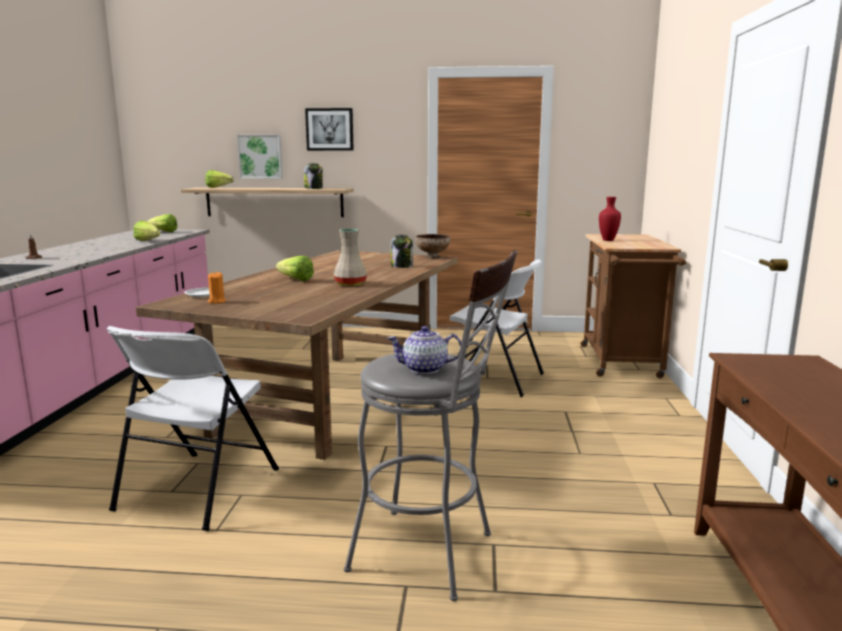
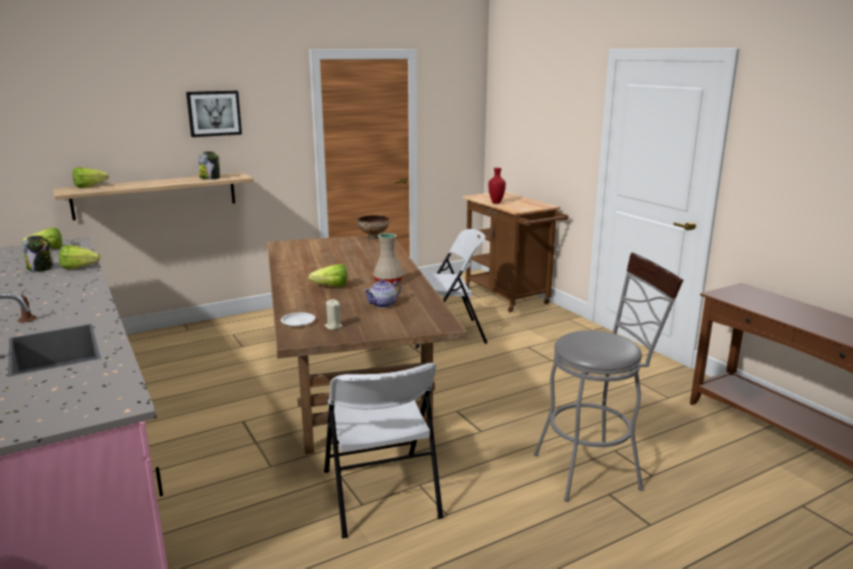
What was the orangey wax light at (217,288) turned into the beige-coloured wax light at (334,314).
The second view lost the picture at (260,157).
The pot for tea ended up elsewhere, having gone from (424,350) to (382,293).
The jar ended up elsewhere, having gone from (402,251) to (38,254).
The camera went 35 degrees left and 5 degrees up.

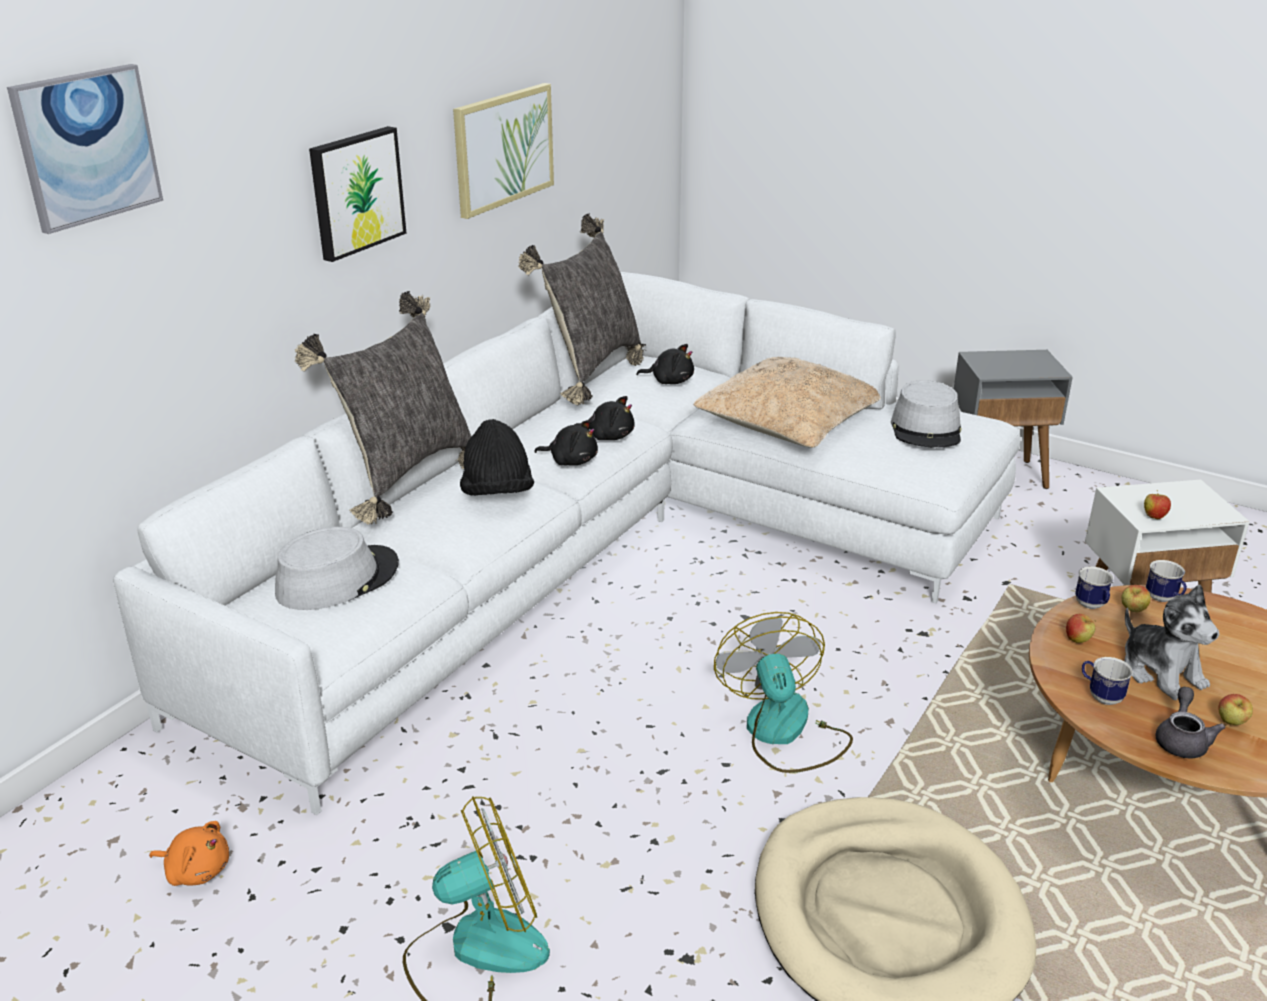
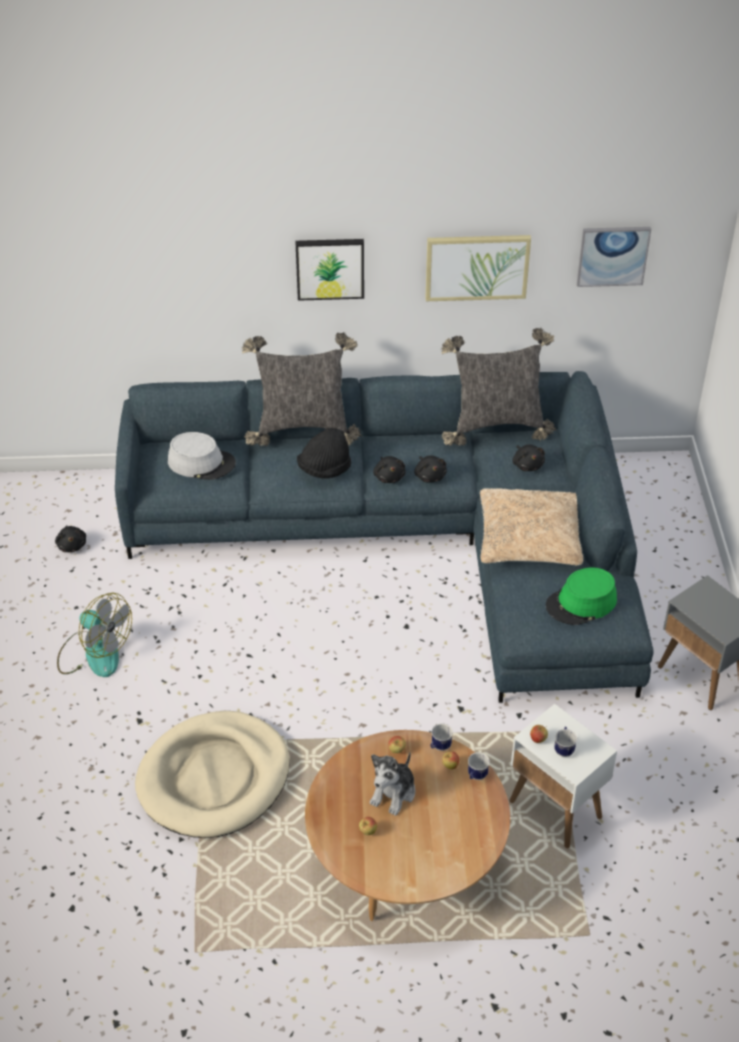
The picture ended up elsewhere, having gone from (85,149) to (614,257).
What was the whitish settee at (566,543) turned into the blue settee at (384,537).
What was the orangey cuddly toy at (189,853) turned into the black cuddly toy at (70,538).
The second view lost the cooling fan at (783,692).
What was the gray wearable hat at (926,414) turned into the green-coloured wearable hat at (581,596).
The coffee mug ended up elsewhere, having gone from (1107,681) to (565,741).
The second view lost the gray pot for tea at (1190,722).
The camera went 55 degrees right and 15 degrees up.

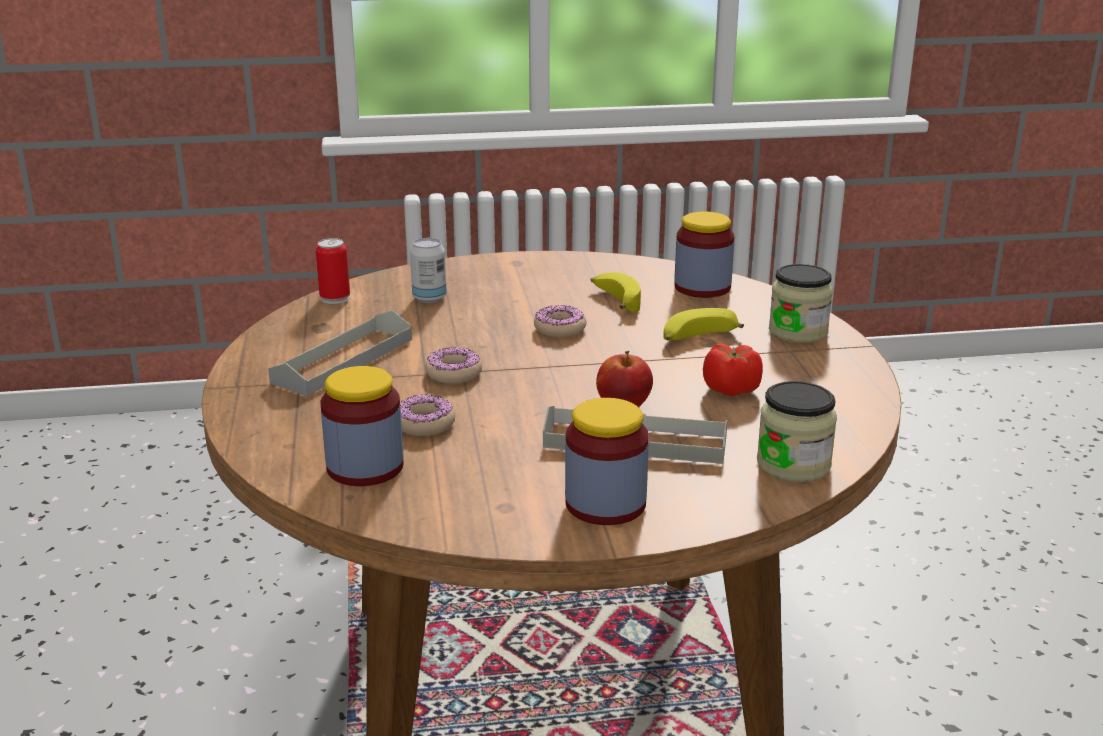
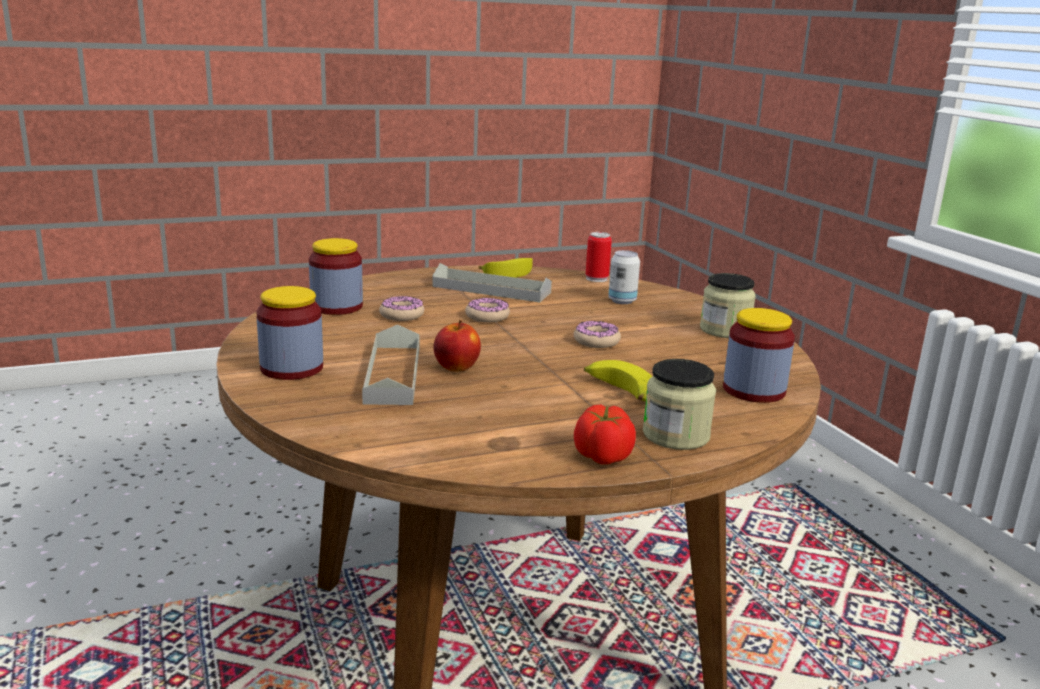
The whole banana ended up elsewhere, having gone from (616,292) to (505,268).
The fresh tomato ended up elsewhere, having gone from (733,370) to (605,435).
The jar ended up elsewhere, having gone from (797,431) to (728,305).
The camera went 75 degrees right and 5 degrees down.

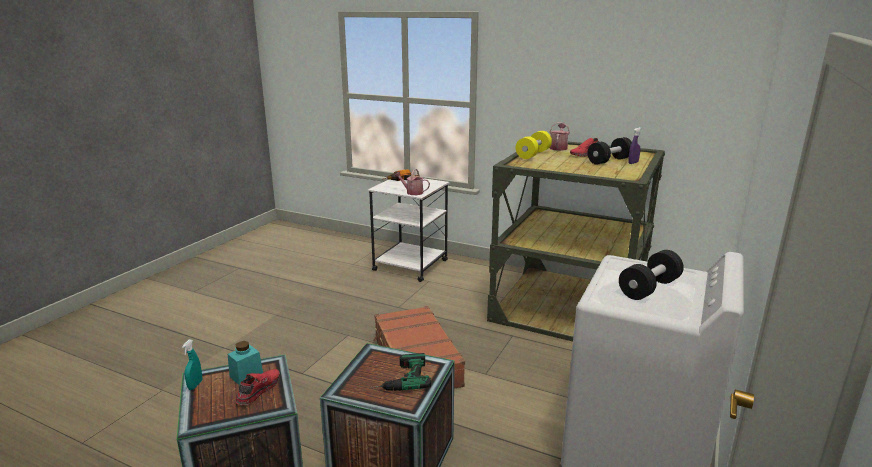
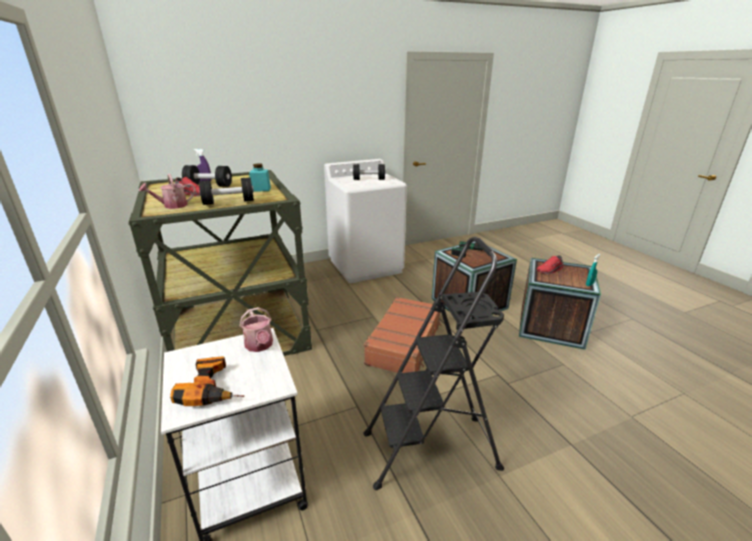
The turquoise-coloured jar ended up elsewhere, having gone from (245,363) to (260,177).
What was the yellow-coloured dumbbell at (534,145) turned into the black dumbbell at (226,191).
The second view gained the stepladder at (434,363).
The camera went 140 degrees left and 5 degrees up.

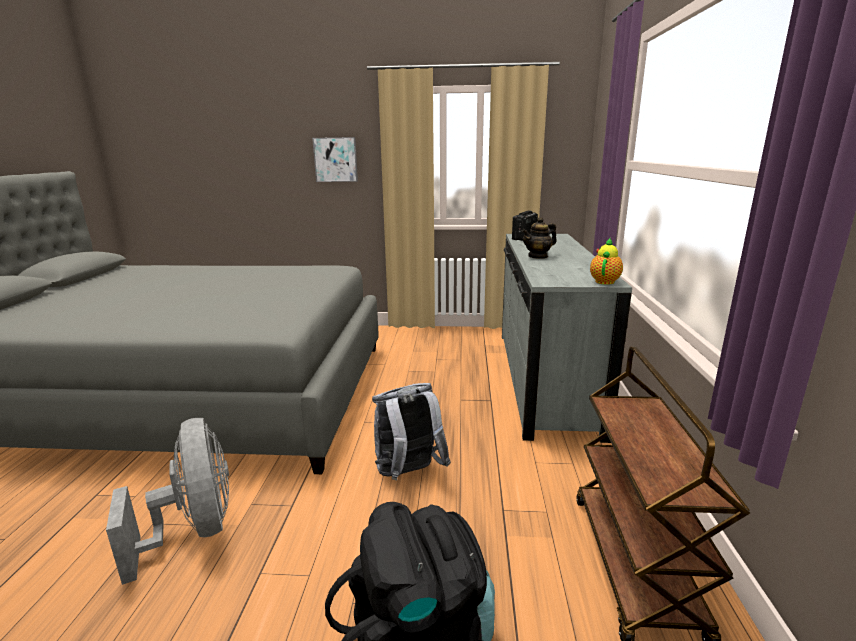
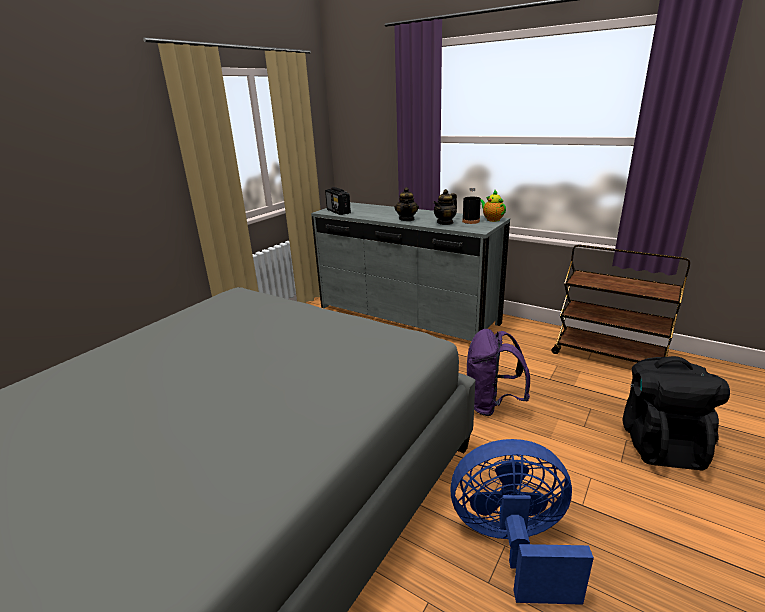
What was the gray cooling fan at (167,501) turned into the blue cooling fan at (522,522).
The second view lost the picture at (335,159).
What was the gray rucksack at (411,431) turned into the purplish rucksack at (498,372).
The second view gained the pot for tea at (445,207).
The second view gained the black bottle at (471,205).
The camera went 60 degrees left and 5 degrees up.

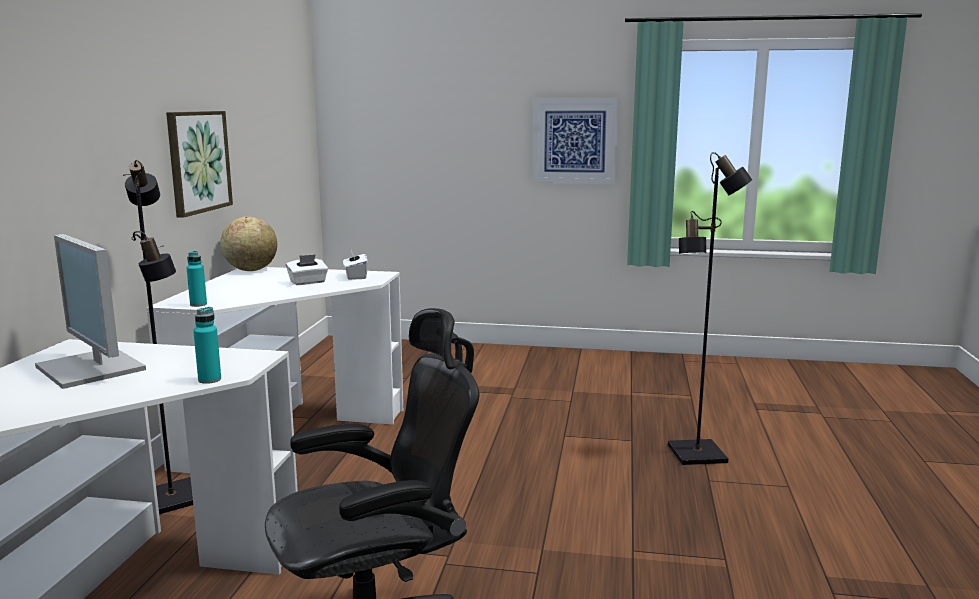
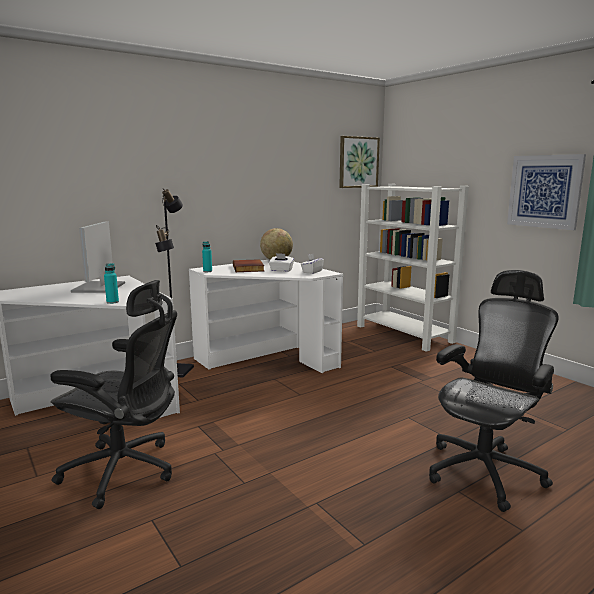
The picture ended up elsewhere, having gone from (199,164) to (359,162).
Where the black standard lamp stood at (710,308), the office chair came to stand at (494,391).
The second view gained the bound book at (248,265).
The second view gained the whitish shelving unit at (413,268).
The camera went 45 degrees right and 0 degrees up.

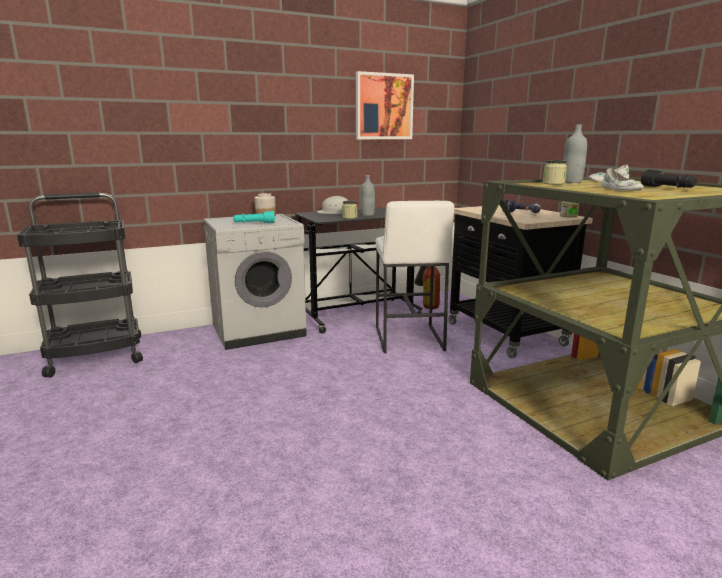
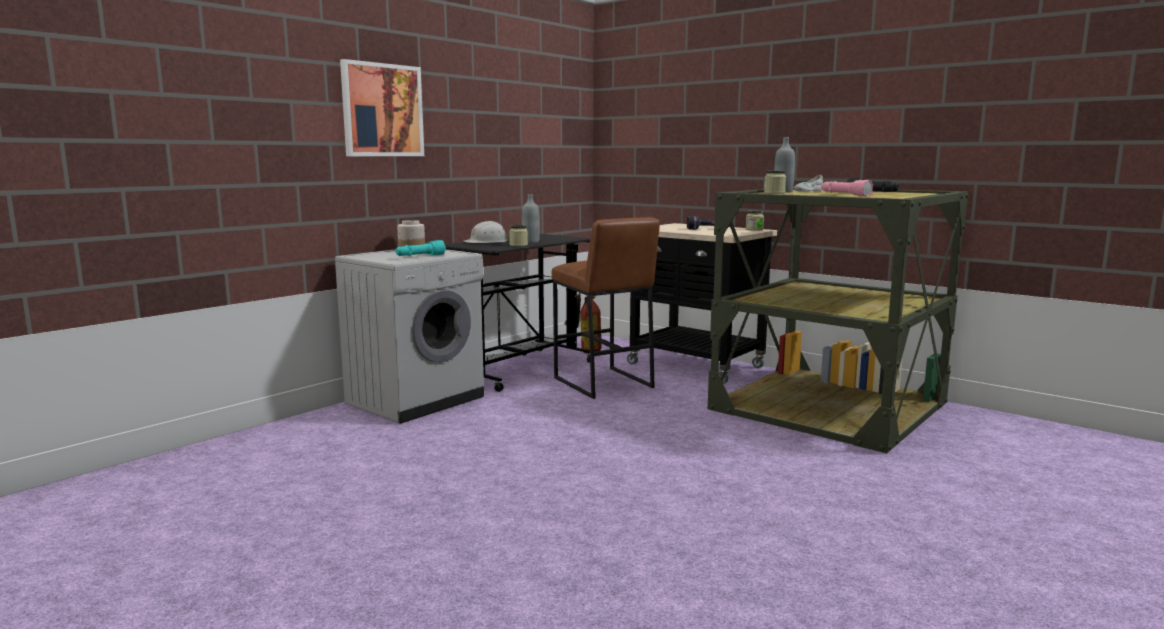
The second view lost the black trolley at (80,284).
The picture ended up elsewhere, having gone from (385,105) to (382,107).
What was the whitish sitting stool at (415,277) turned into the brown-coloured sitting stool at (606,308).
Where the whitish item of footwear stood at (622,180), the pinkish flashlight came to stand at (847,188).
The camera went 25 degrees left and 5 degrees down.

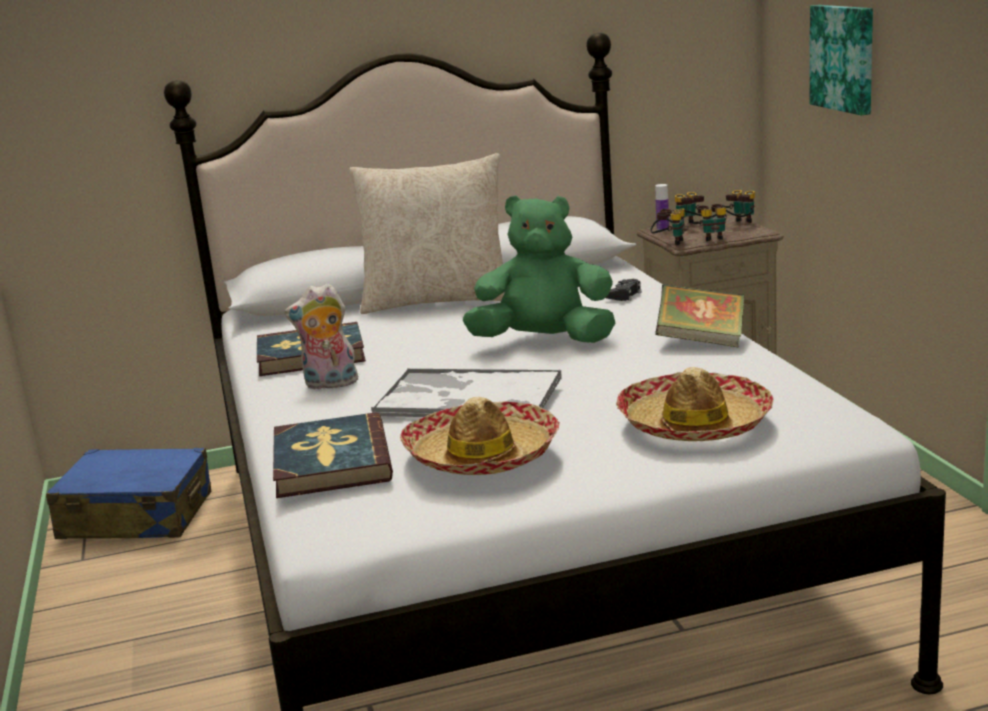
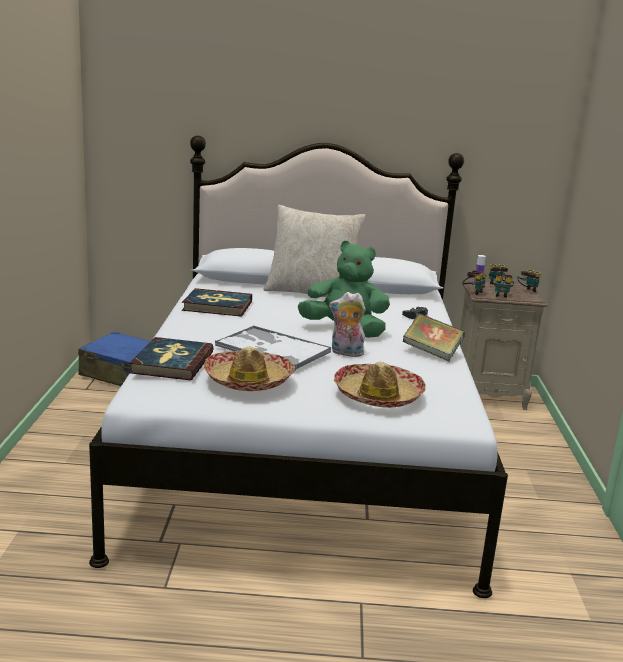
The cuddly toy ended up elsewhere, having gone from (321,336) to (347,324).
The second view lost the picture at (841,60).
The camera went 15 degrees right and 0 degrees up.

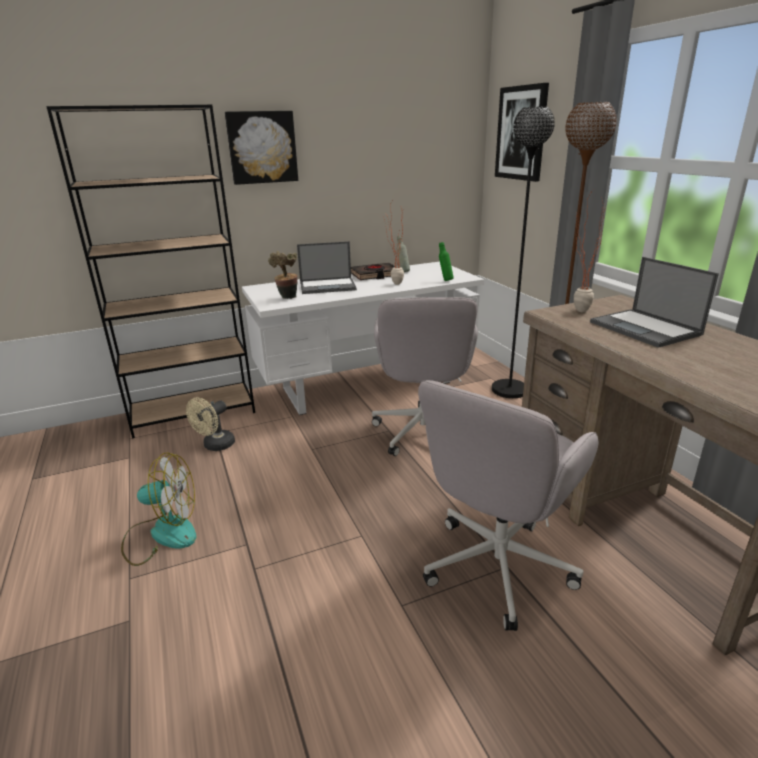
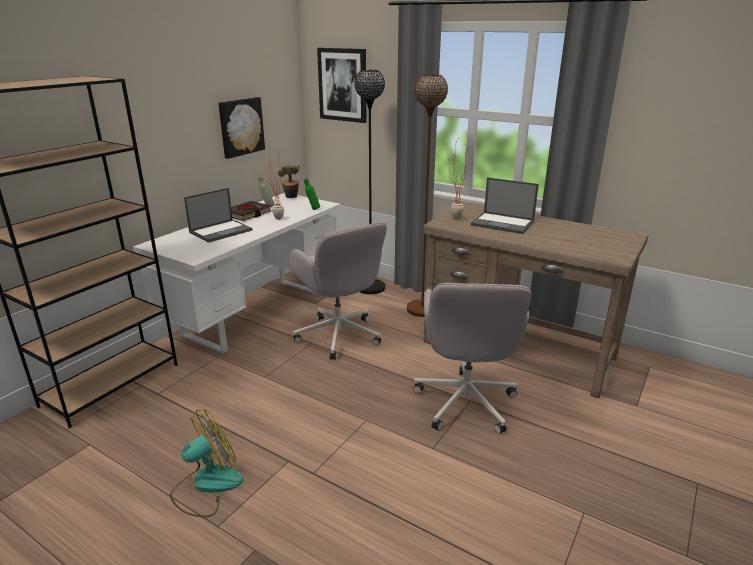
The second view lost the beige-coloured cooling fan at (210,424).
The picture ended up elsewhere, having gone from (261,148) to (241,128).
The potted plant ended up elsewhere, having gone from (282,275) to (289,181).
The camera went 35 degrees left and 0 degrees up.

